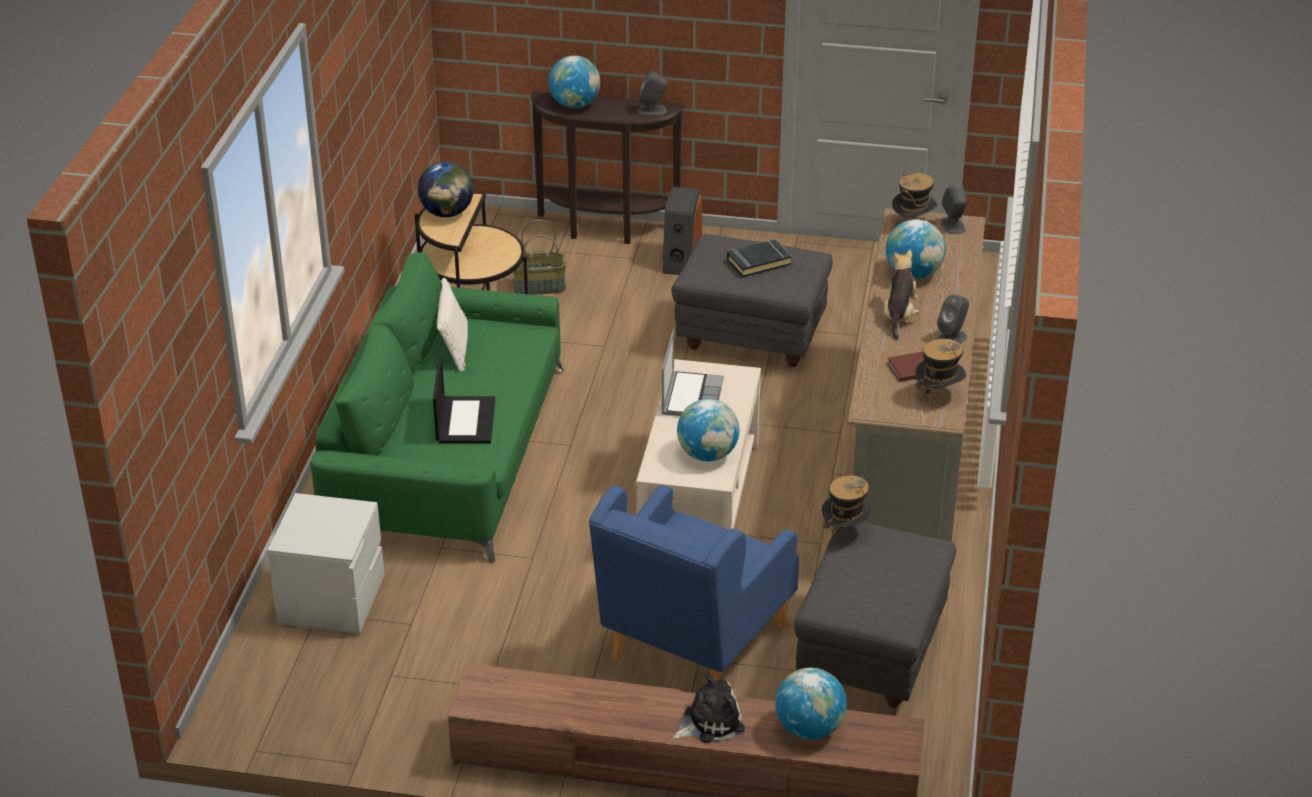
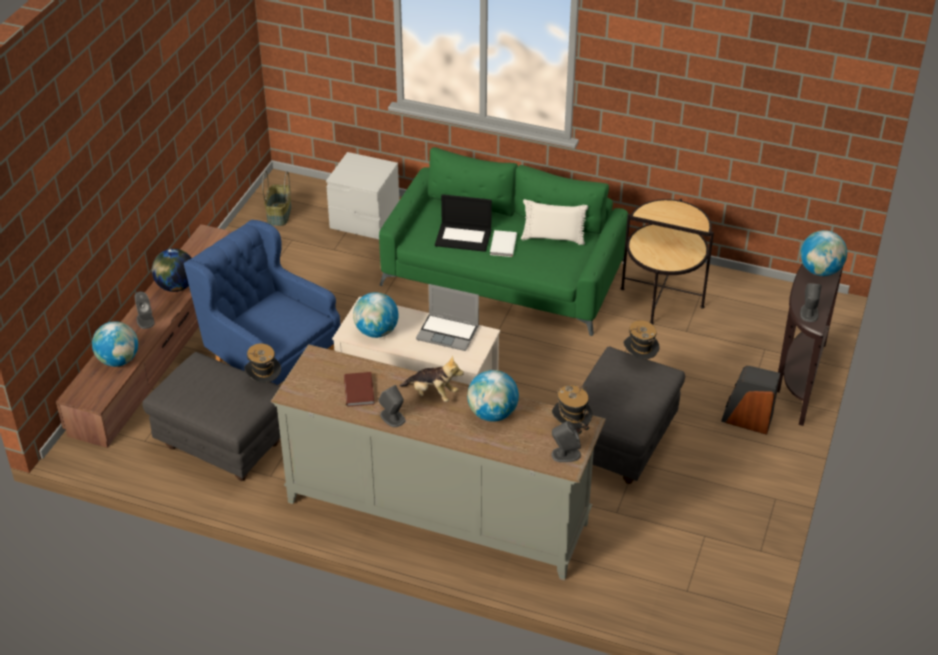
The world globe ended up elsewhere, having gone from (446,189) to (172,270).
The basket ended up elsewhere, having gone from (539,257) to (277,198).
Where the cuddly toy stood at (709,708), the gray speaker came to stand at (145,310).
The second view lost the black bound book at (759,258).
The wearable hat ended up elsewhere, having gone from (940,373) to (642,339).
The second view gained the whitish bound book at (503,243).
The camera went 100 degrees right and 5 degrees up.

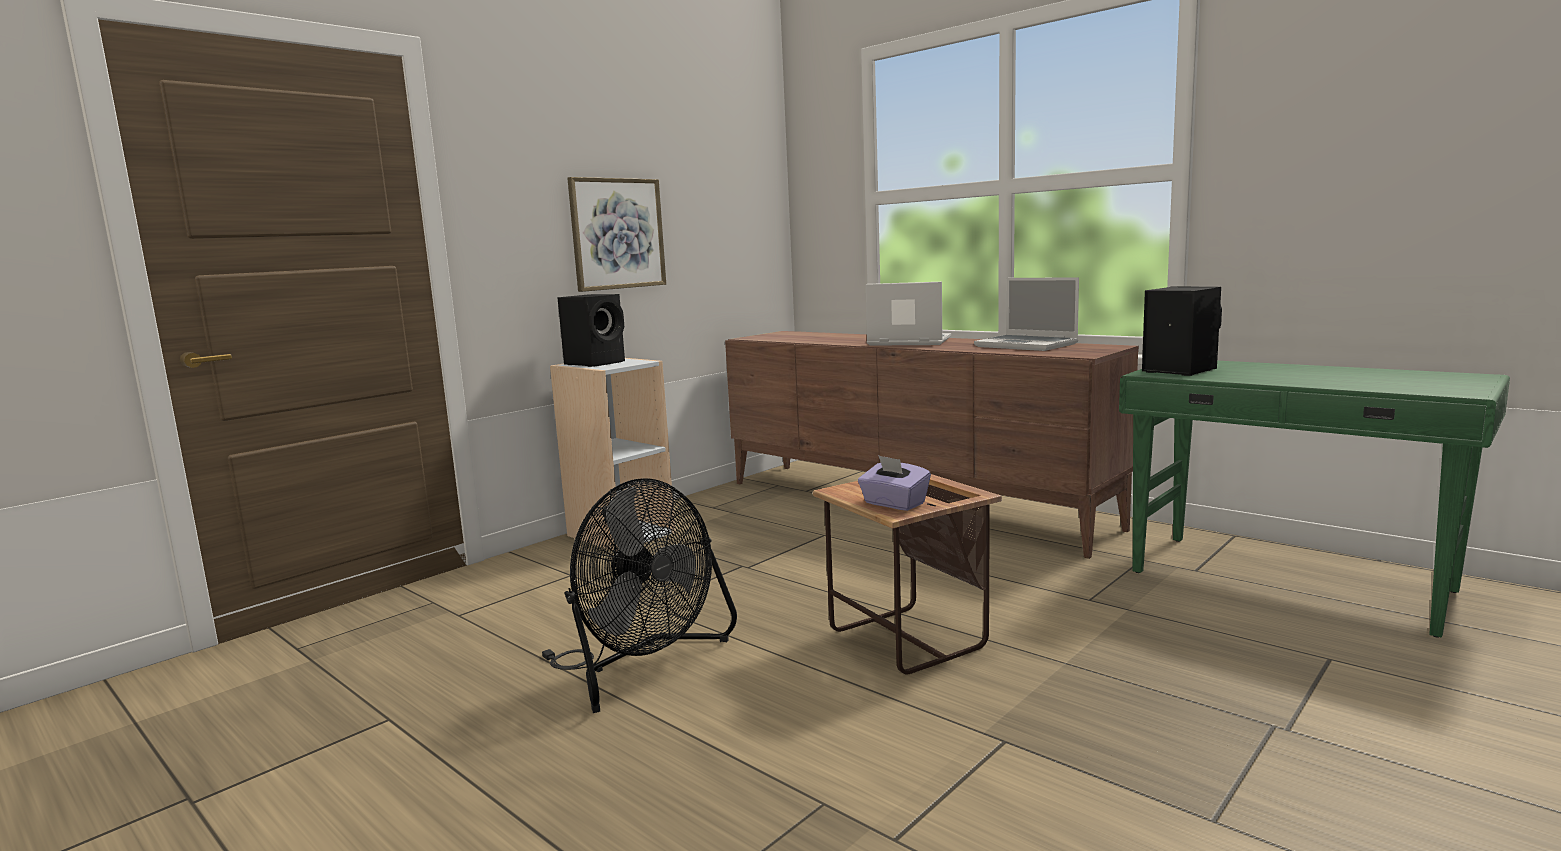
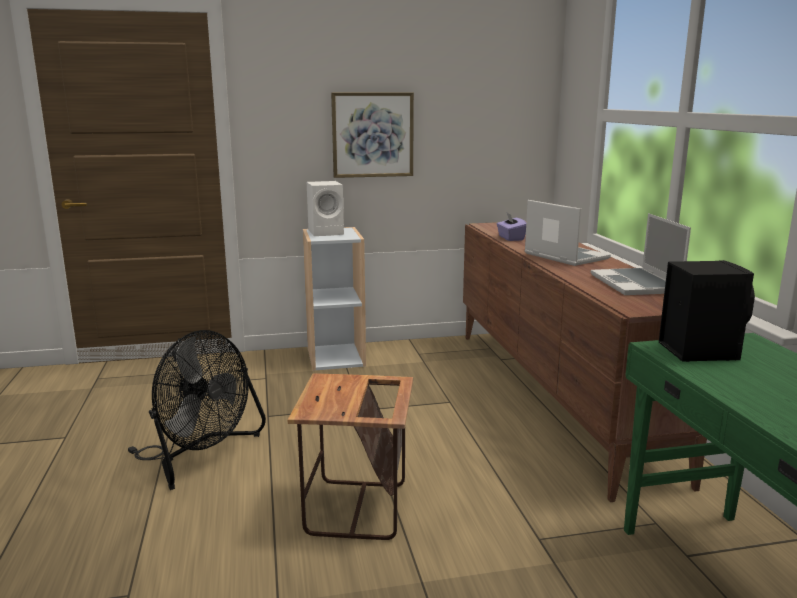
The black cooling fan at (639,595) ended up facing another way, 45 degrees counterclockwise from before.
What was the black speaker at (591,330) turned into the whitish speaker at (325,208).
The purplish tissue holder ended up elsewhere, having gone from (894,483) to (511,227).
The camera went 35 degrees right and 5 degrees up.

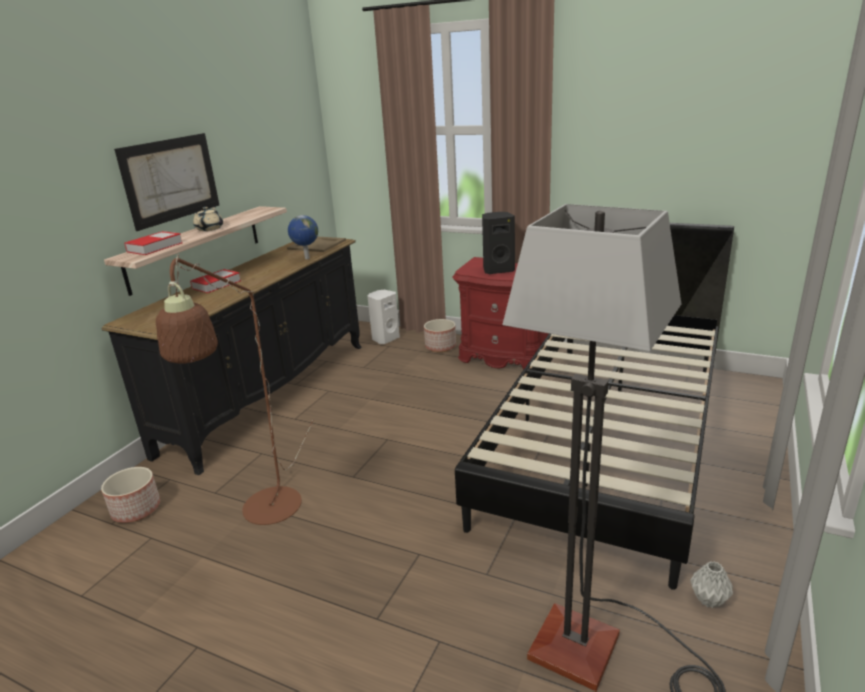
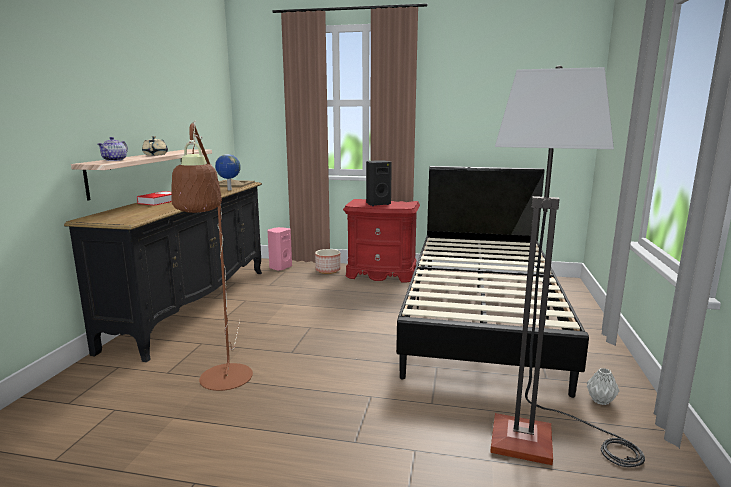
The second view lost the plant pot at (130,495).
The second view lost the picture at (166,182).
Where the bound book stood at (153,243), the pot for tea came to stand at (113,149).
What was the whitish speaker at (383,317) turned into the pinkish speaker at (280,249).
The camera went 15 degrees left and 10 degrees down.

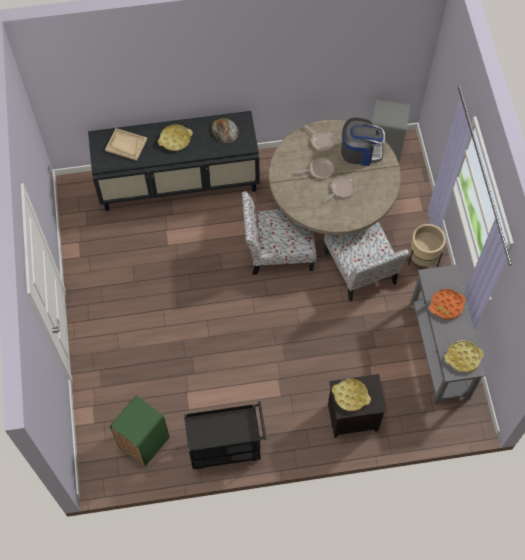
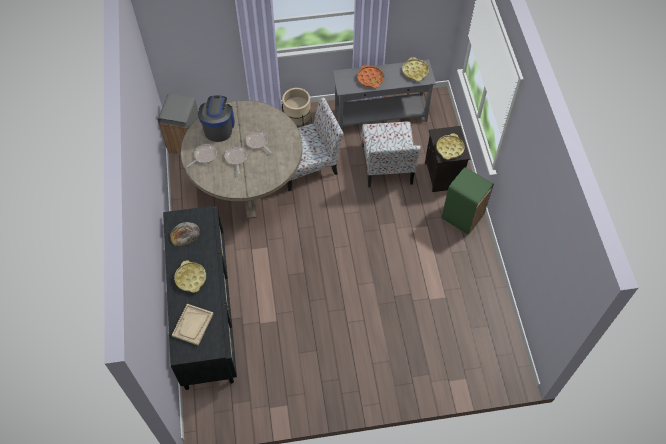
The green-coloured rubbish bin ended up elsewhere, having gone from (140,431) to (468,201).
The second view lost the black trolley at (225,435).
The chair ended up elsewhere, having gone from (279,233) to (391,154).
The camera went 90 degrees left and 5 degrees down.

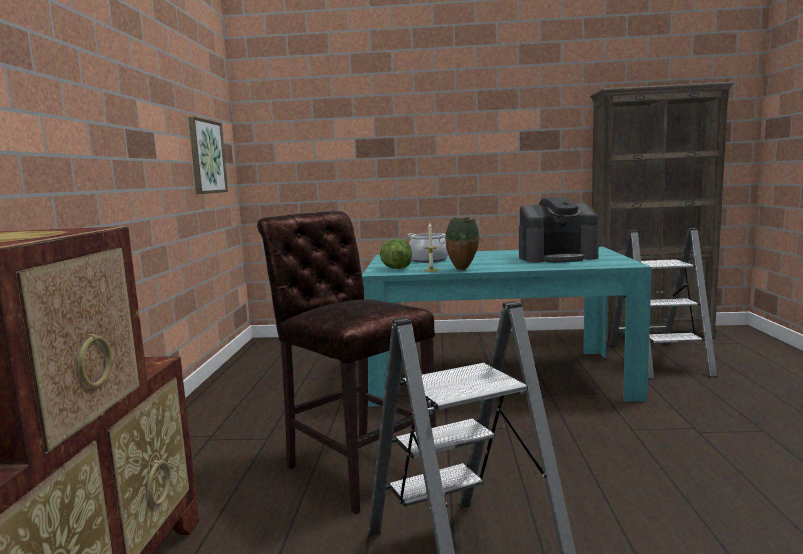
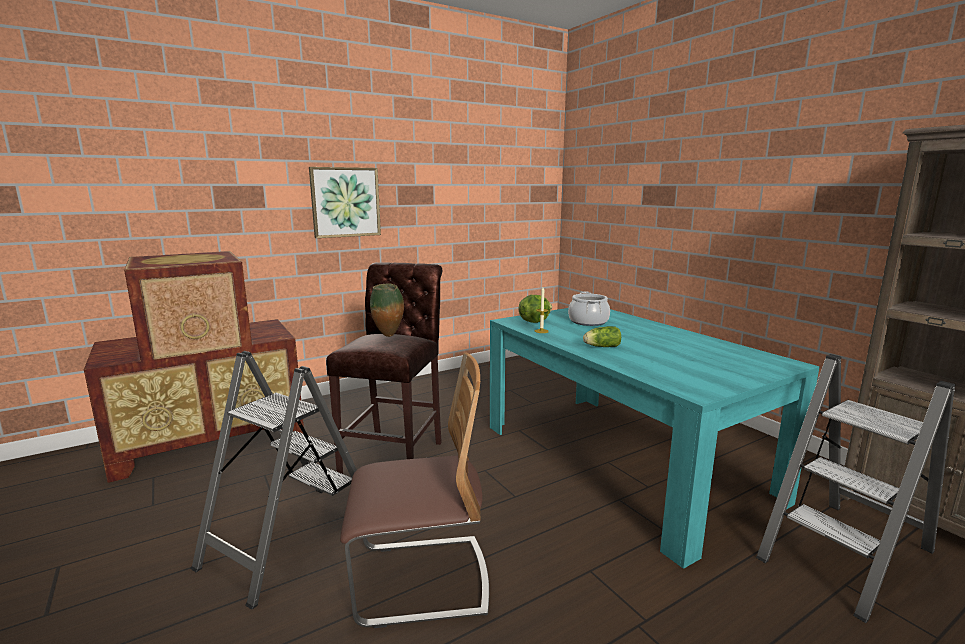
The picture ended up elsewhere, having gone from (208,155) to (345,202).
The vase ended up elsewhere, having gone from (462,243) to (387,310).
The second view lost the coffee maker at (559,230).
The second view gained the chair at (414,490).
The second view gained the head of lettuce at (602,336).
The camera went 55 degrees right and 5 degrees up.

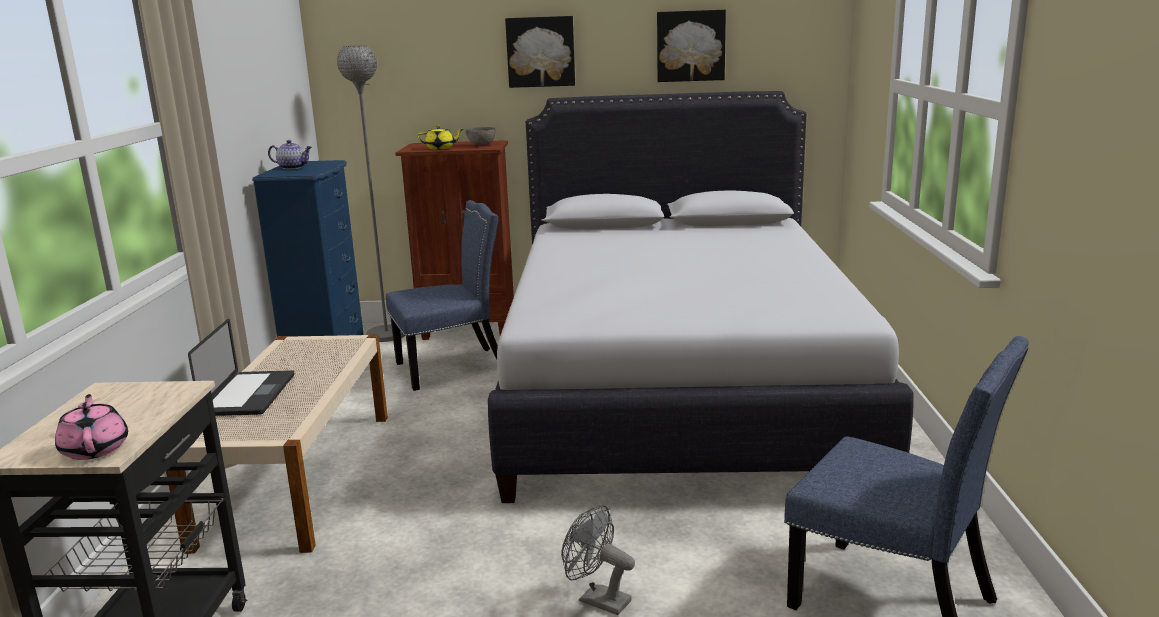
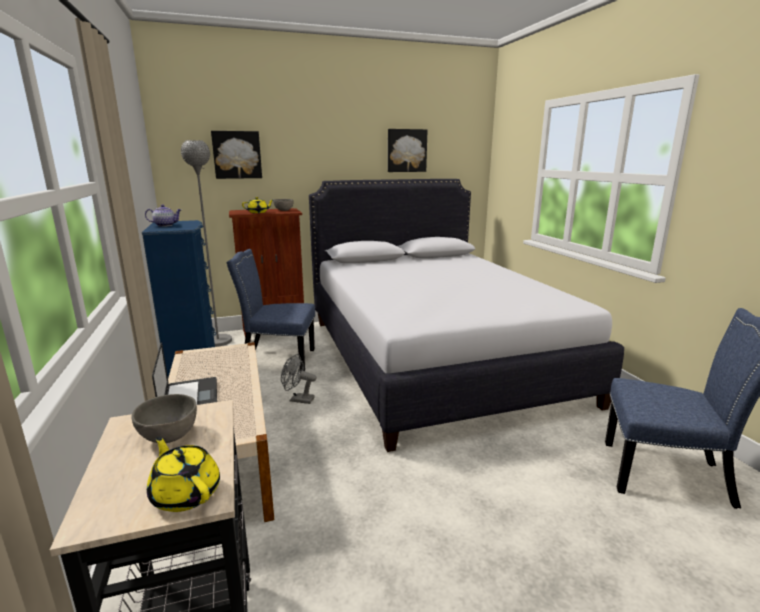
What was the pinkish pot for tea at (91,427) turned into the yellow-coloured pot for tea at (183,474).
The blue chair at (442,295) ended up facing another way, 135 degrees counterclockwise from before.
The picture ended up elsewhere, having gone from (540,52) to (236,155).
The gray cooling fan ended up elsewhere, having gone from (598,560) to (299,379).
The second view gained the gray deep dish at (164,418).
The camera went 20 degrees left and 0 degrees up.

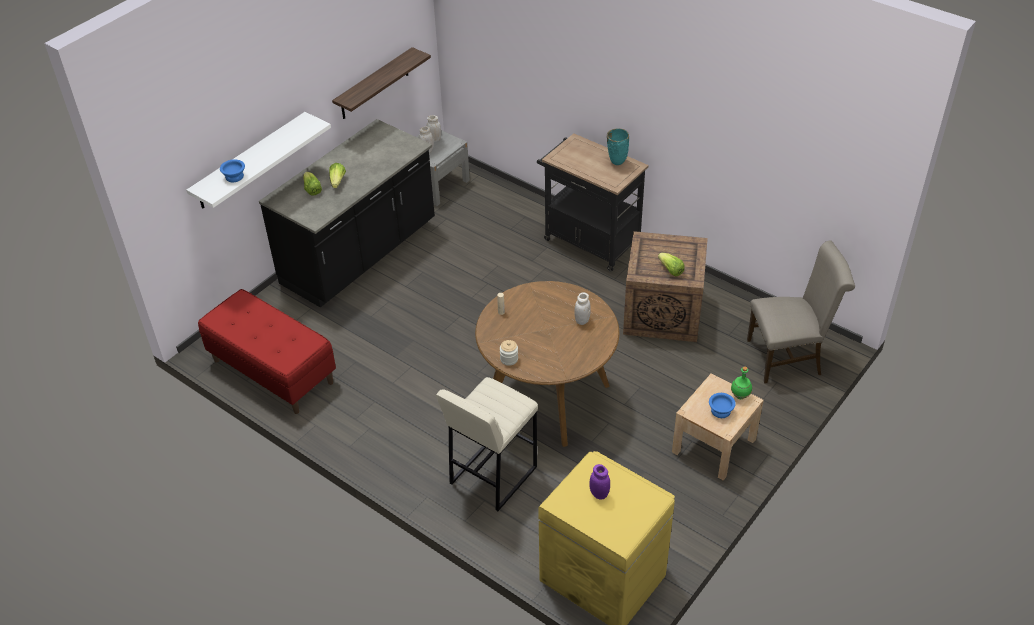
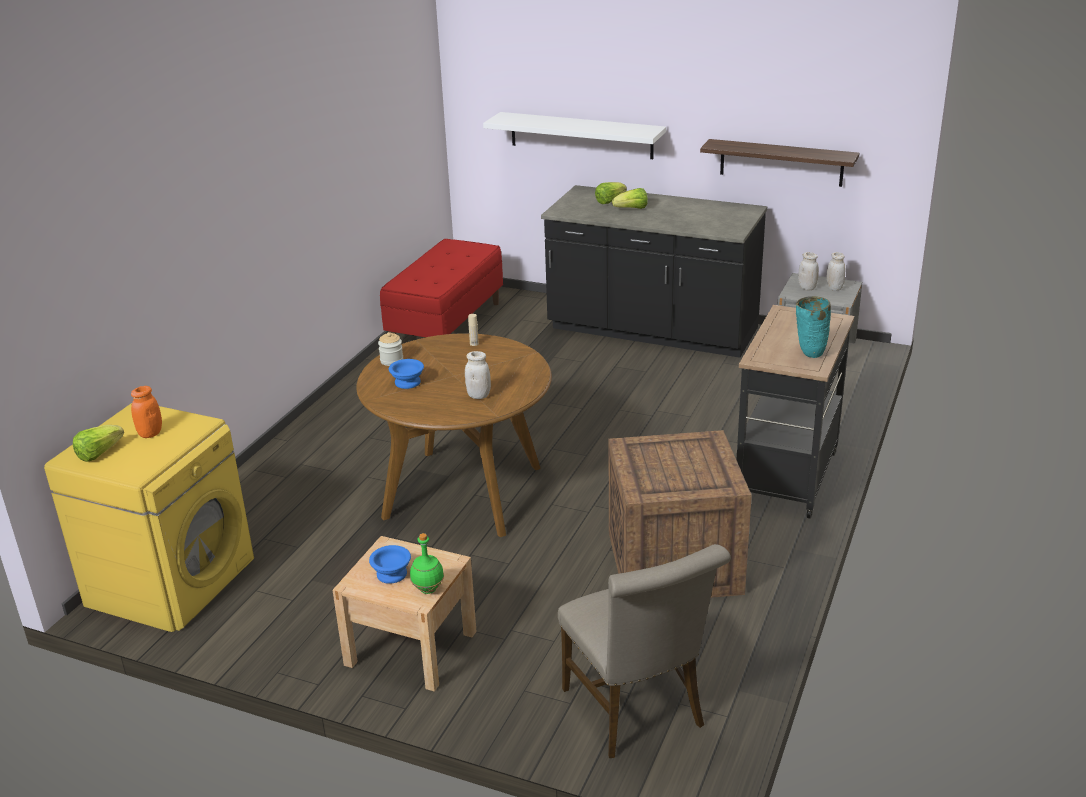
The blue deep dish ended up elsewhere, having gone from (232,170) to (406,374).
The second view lost the beige-coloured sitting stool at (487,444).
What was the purplish jar at (600,482) turned into the orangey jar at (146,412).
The head of lettuce ended up elsewhere, having gone from (671,264) to (98,443).
The camera went 75 degrees right and 15 degrees down.

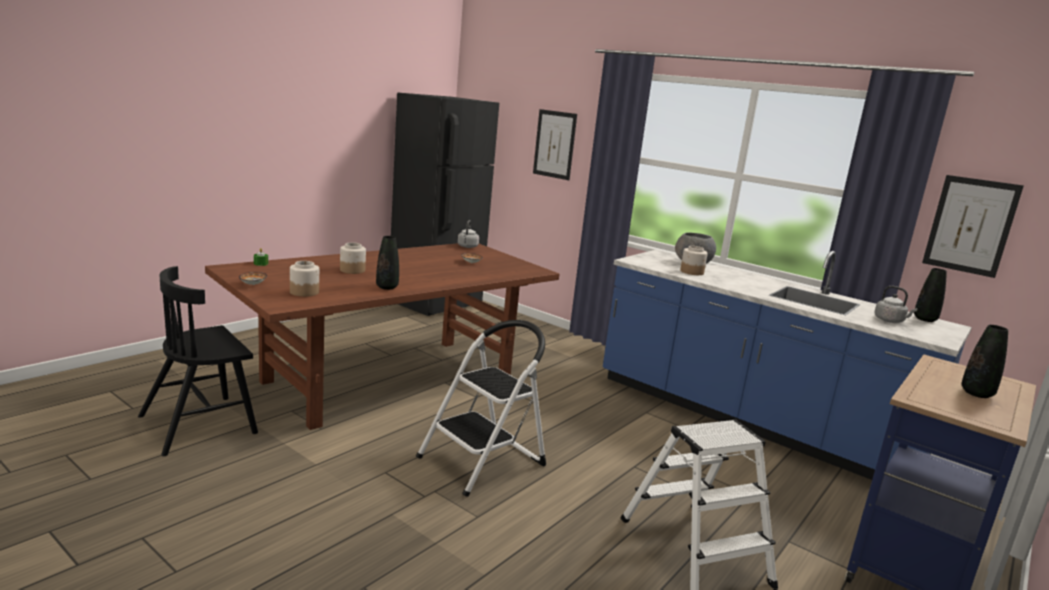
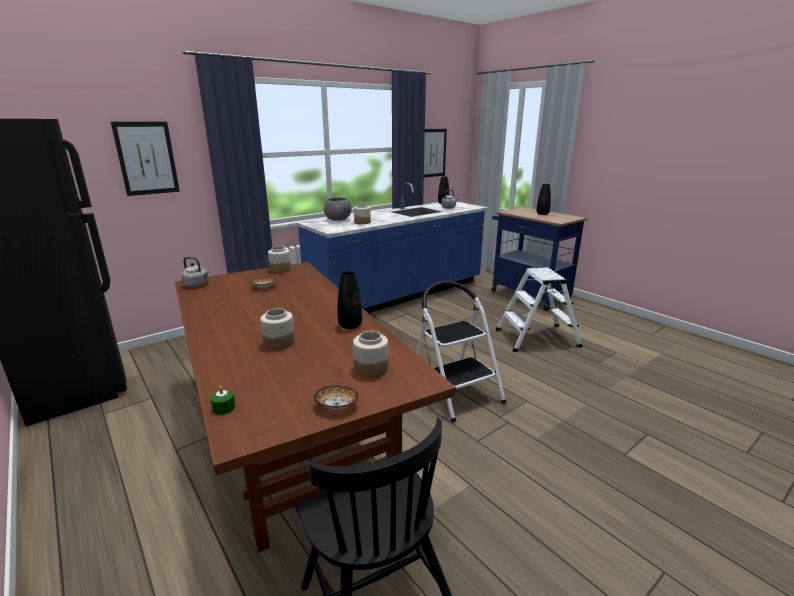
The second view gained the jar at (279,259).
The camera went 75 degrees left and 5 degrees up.

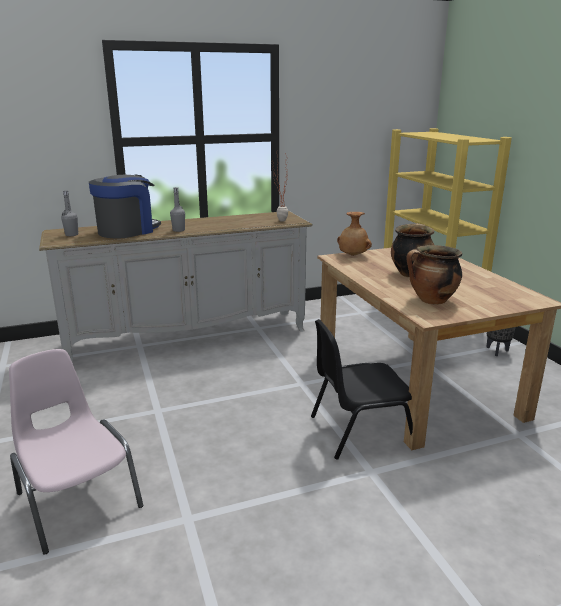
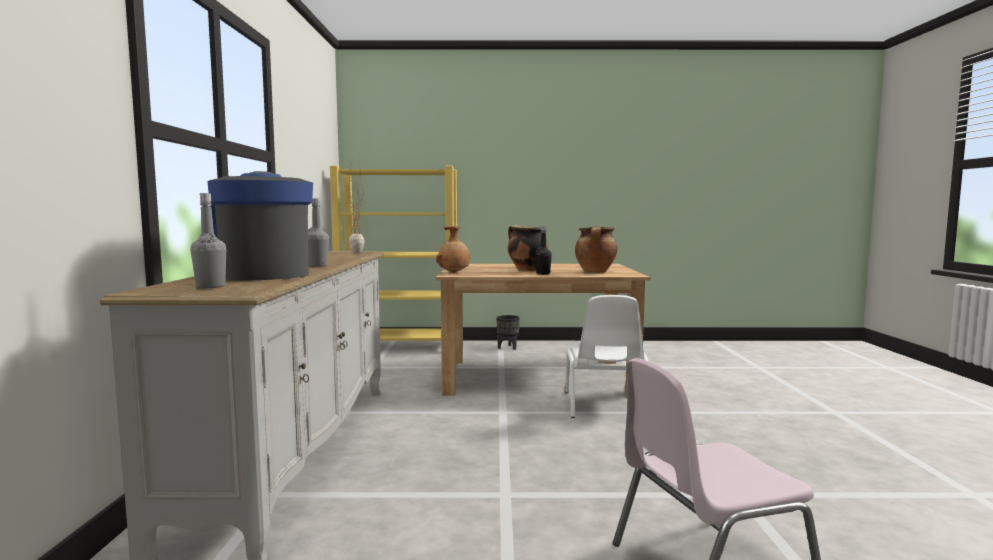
What was the black chair at (362,389) turned into the whitish chair at (607,356).
The second view gained the black bottle at (543,250).
The camera went 70 degrees left and 15 degrees down.

